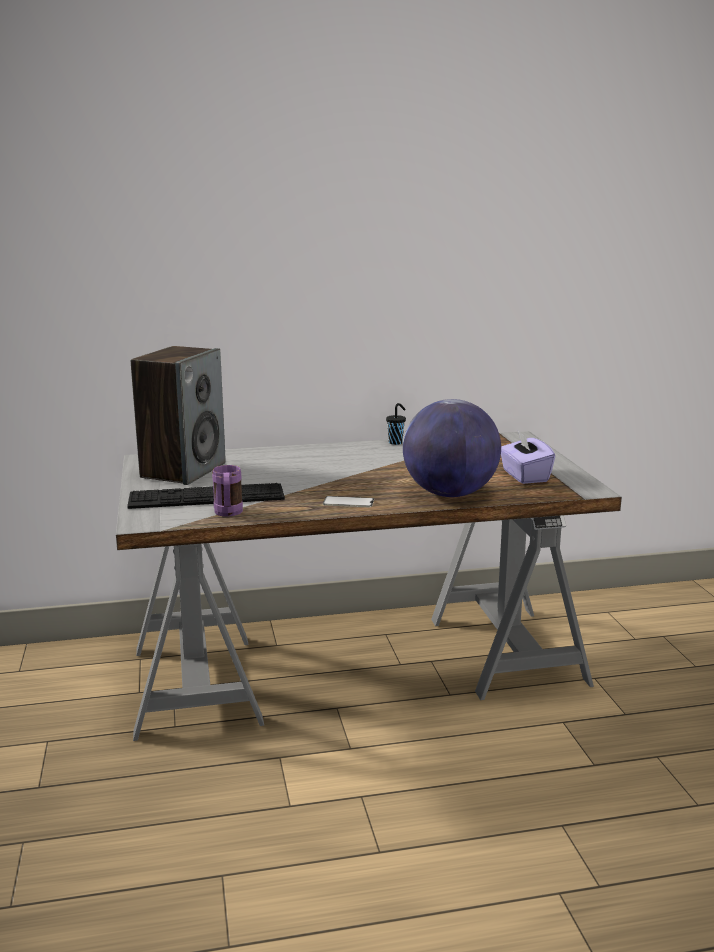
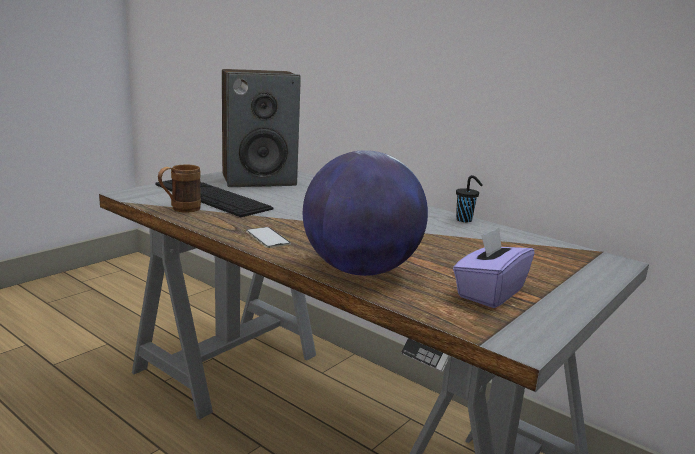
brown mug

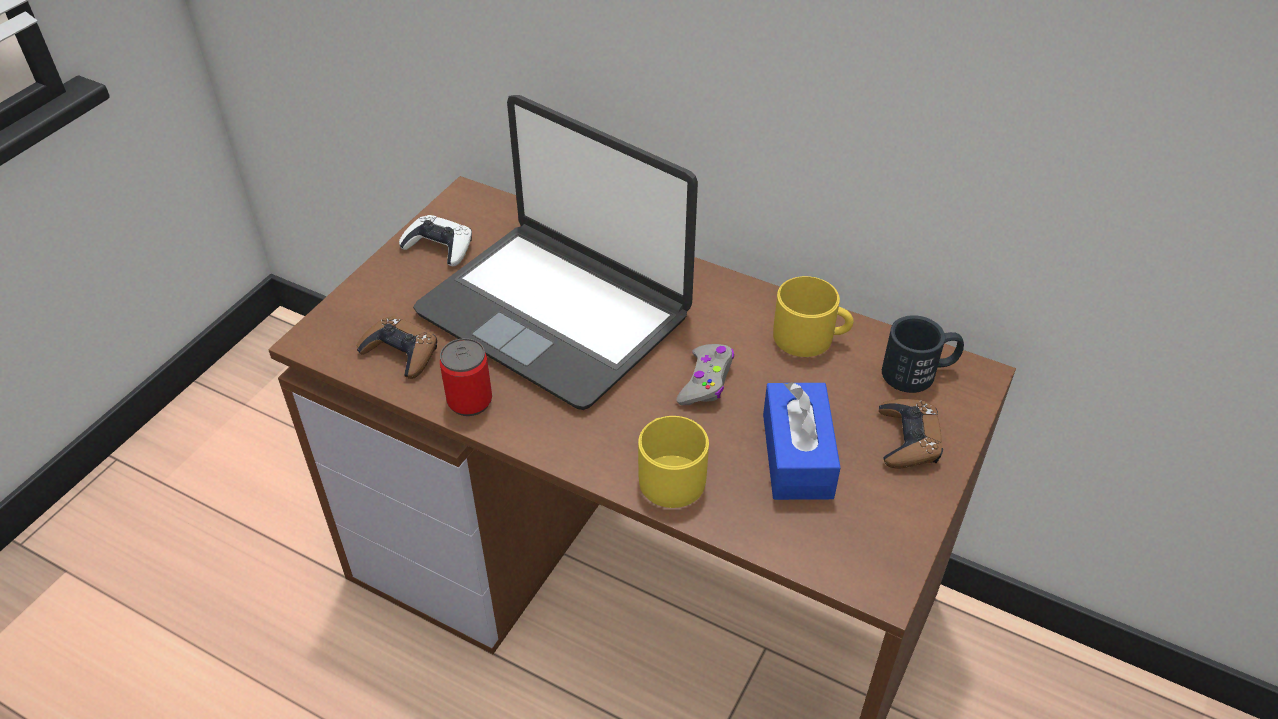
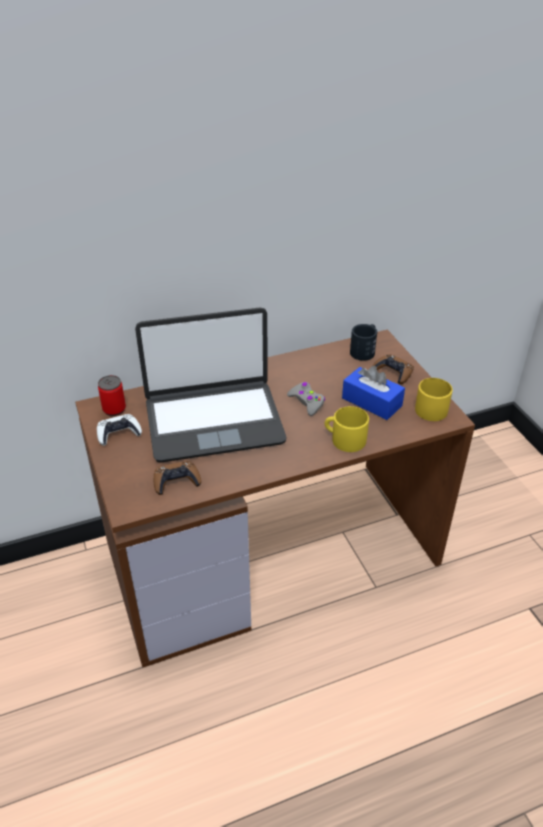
sealed can
yellowish mug (no. 2 from left)

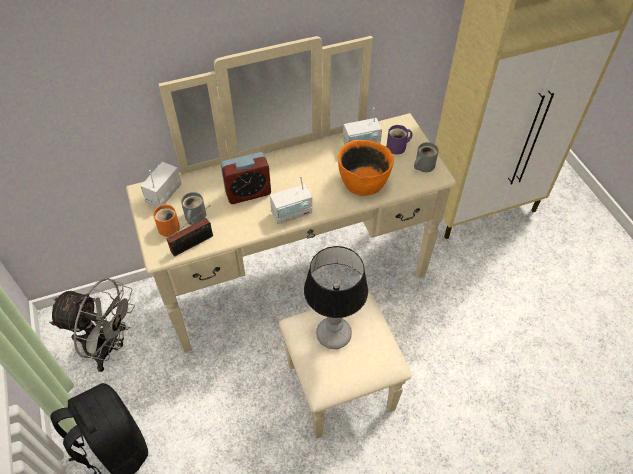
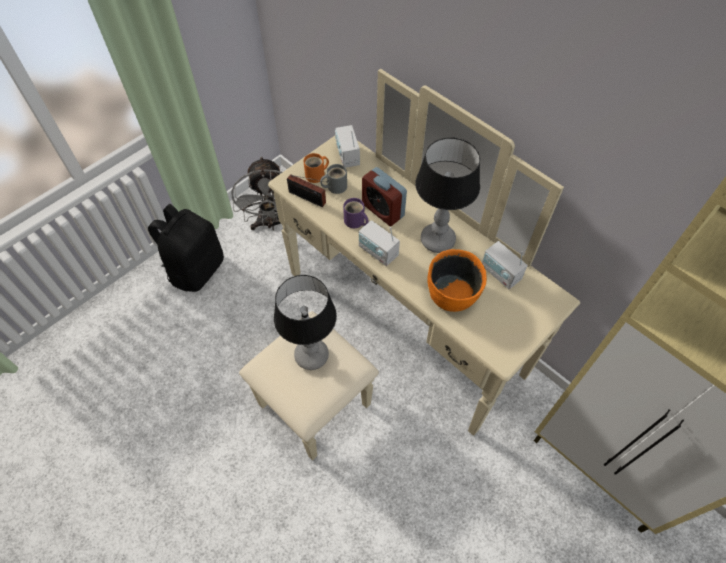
greyish mug (no. 2 from left in the first image)
lamp for a table (no. 2 from left)
purple mug
radio receiver (no. 2 from left)

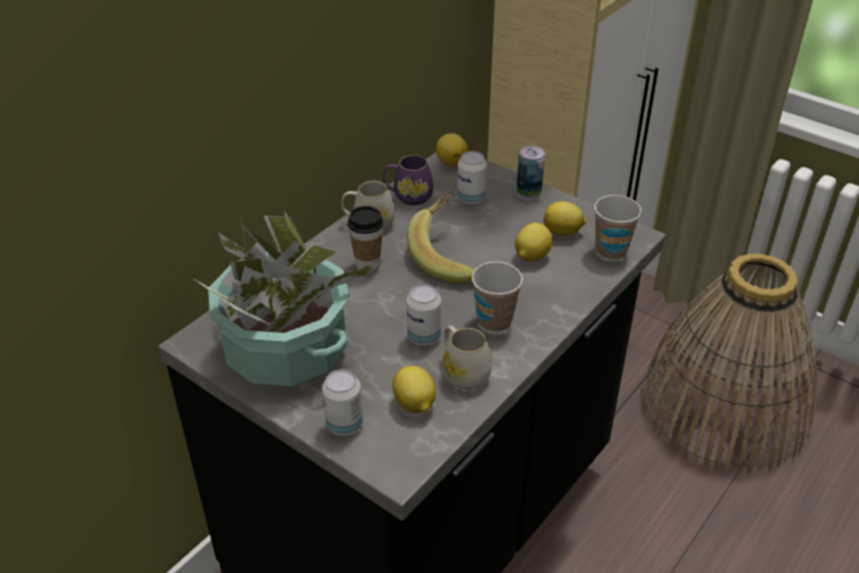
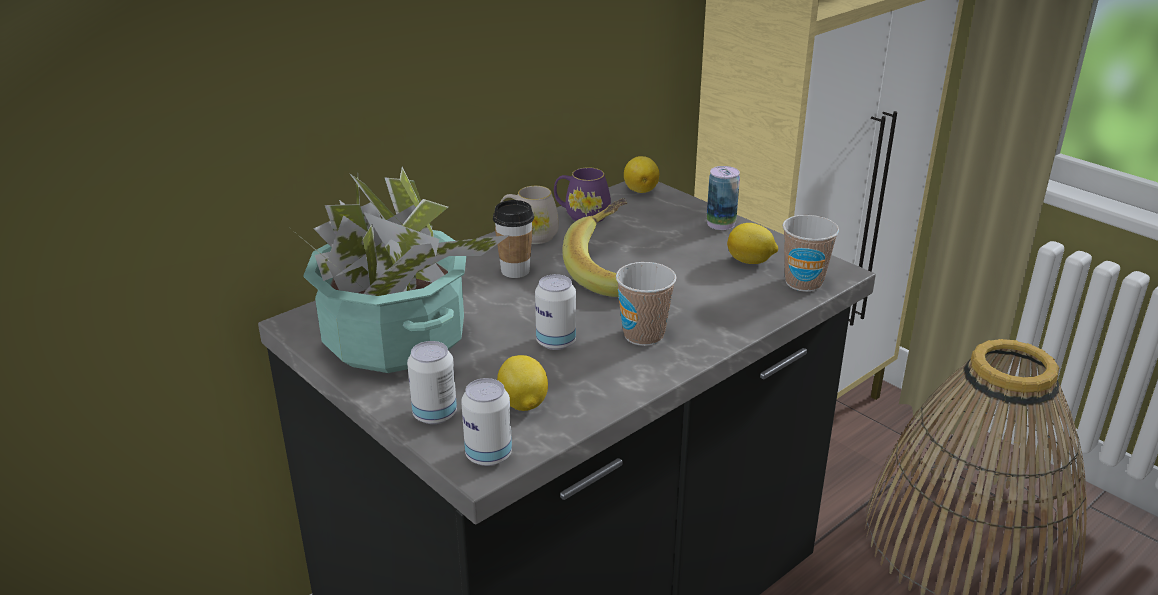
whitish mug (no. 2 from left in the first image)
citrus fruit (no. 3 from left in the first image)
sealed can (no. 2 from left)

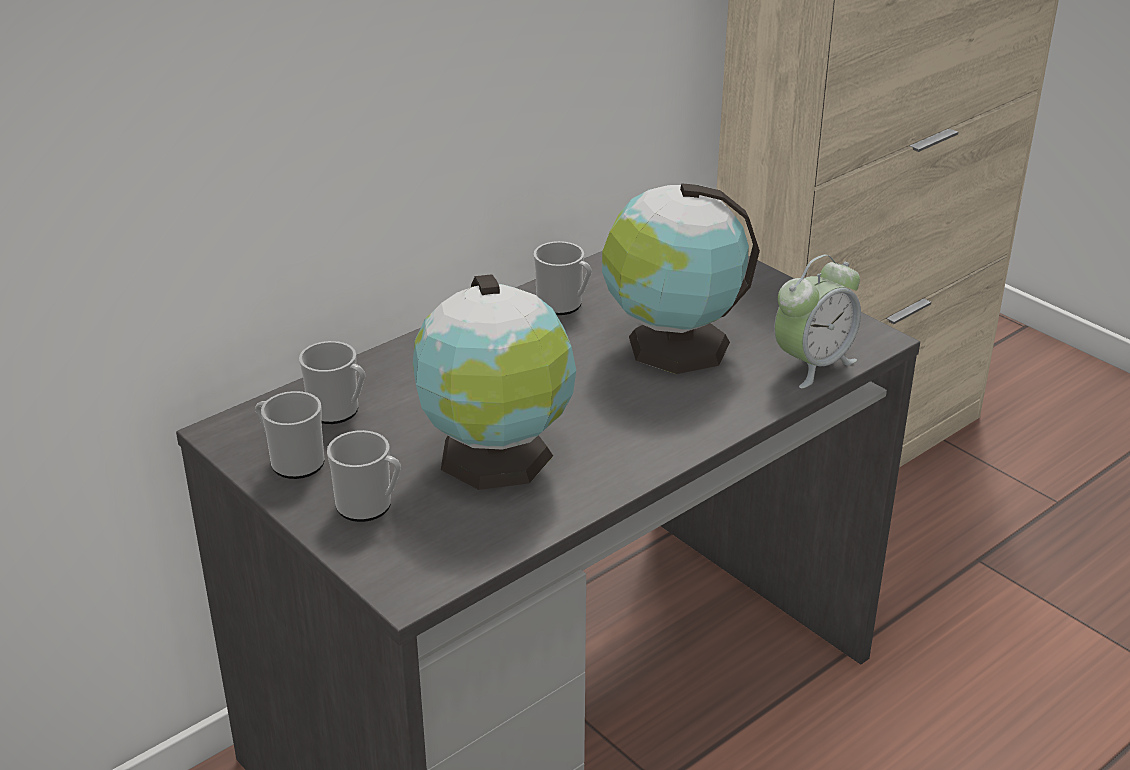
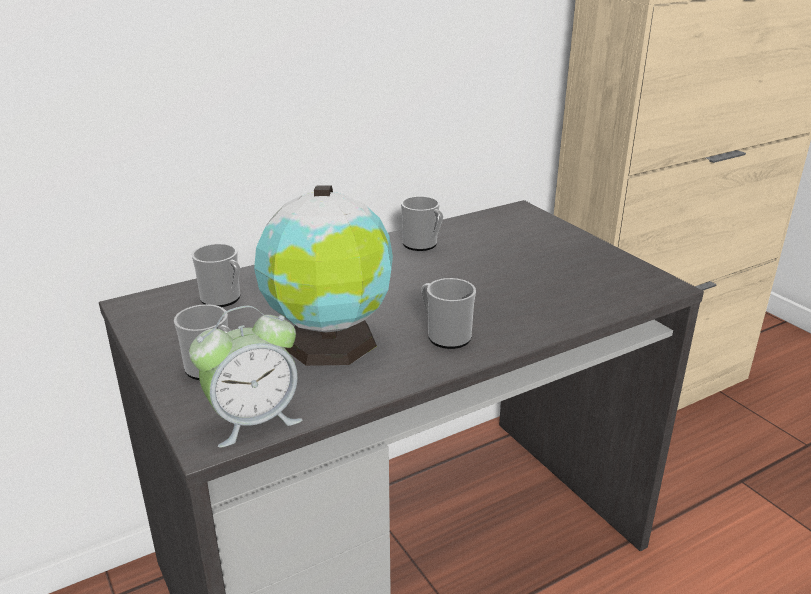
globe (no. 2 from left in the first image)
mug (no. 4 from left)
table clock

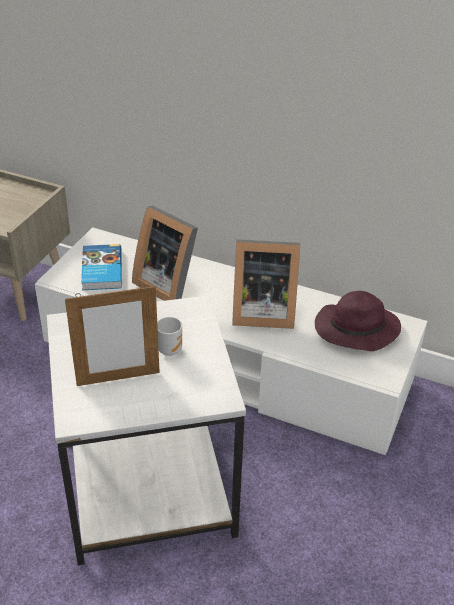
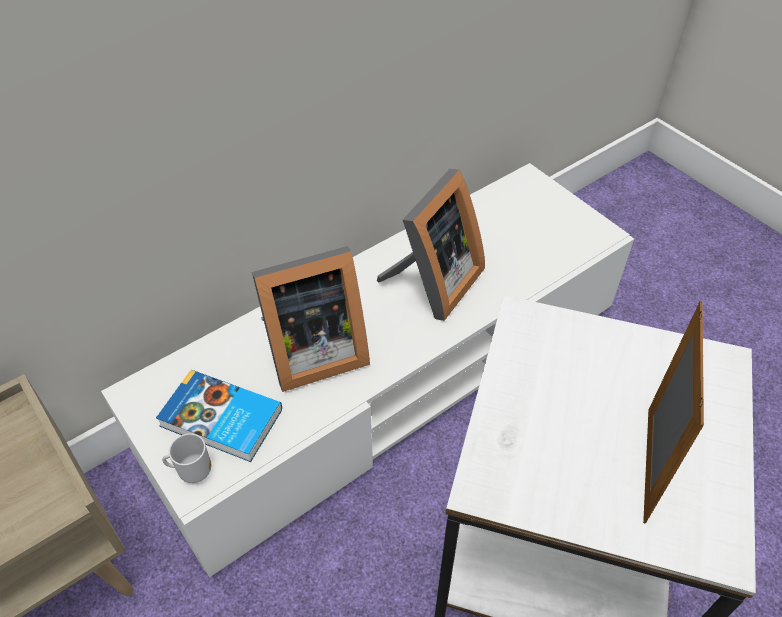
purple wearable hat
mug

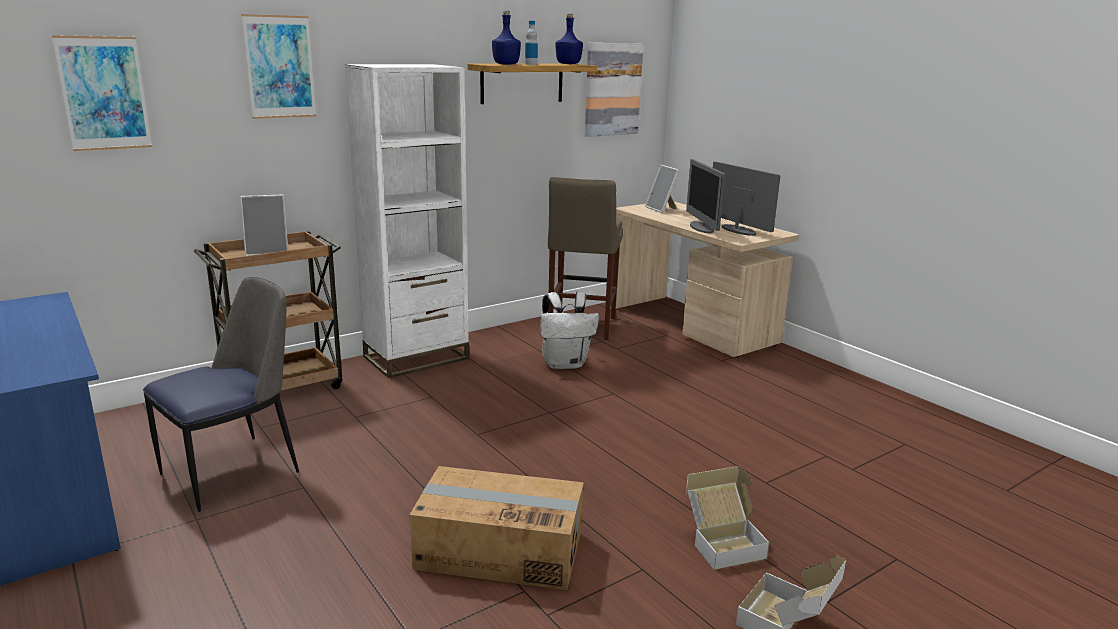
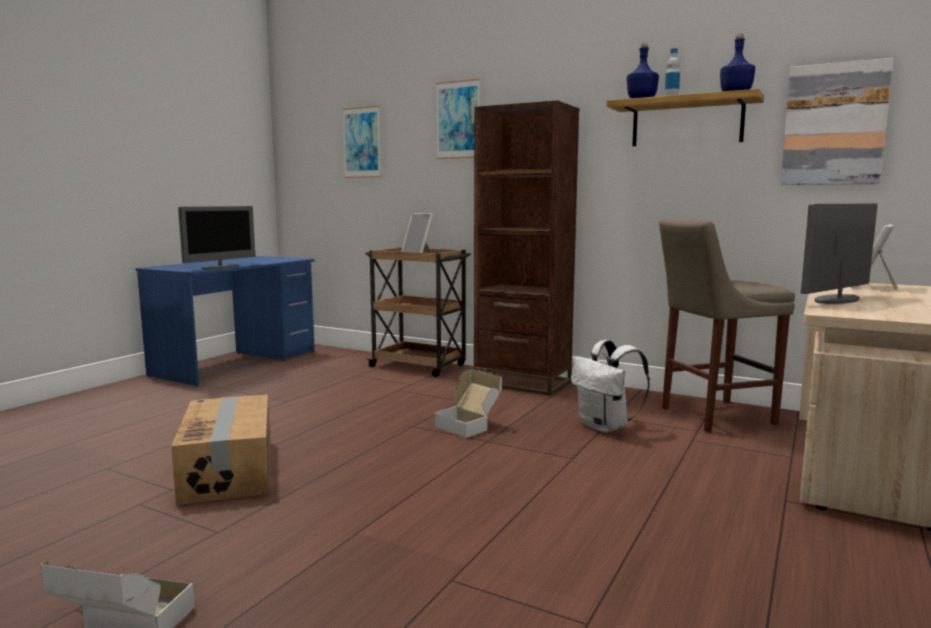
plain chair
packing box (no. 3 from left)
computer display (no. 1 from left)
brown shelving unit

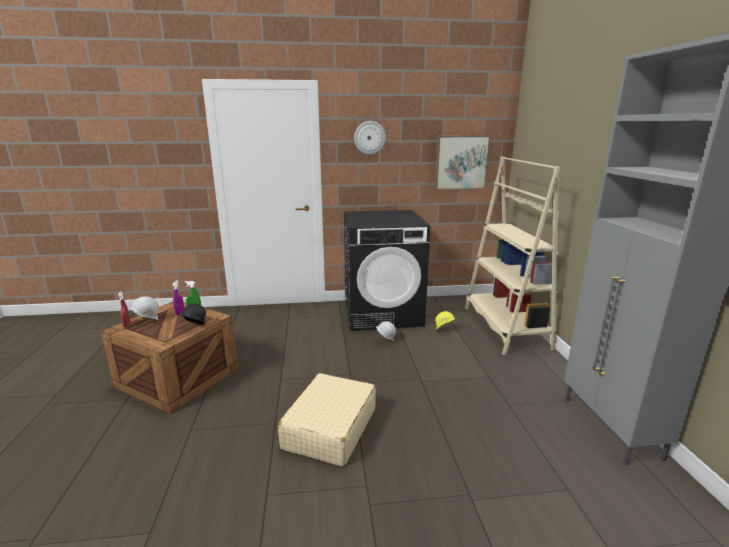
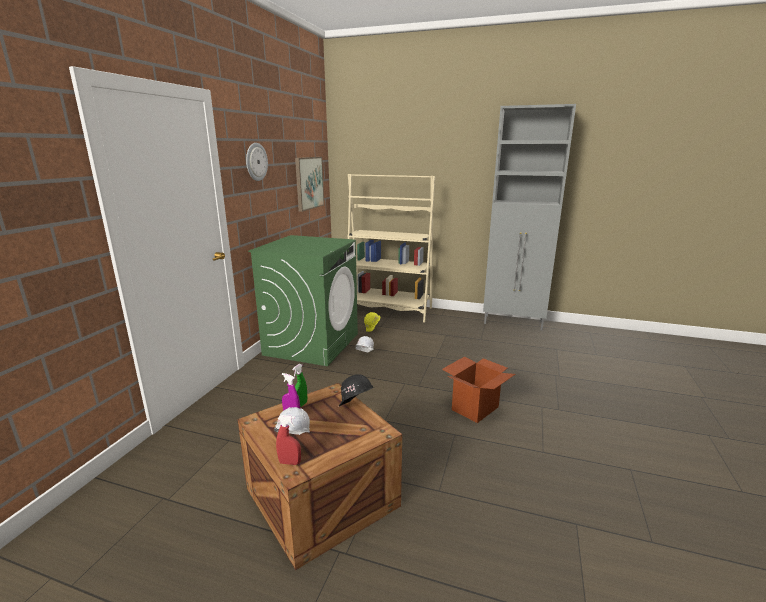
packing box
green-coloured laundry machine

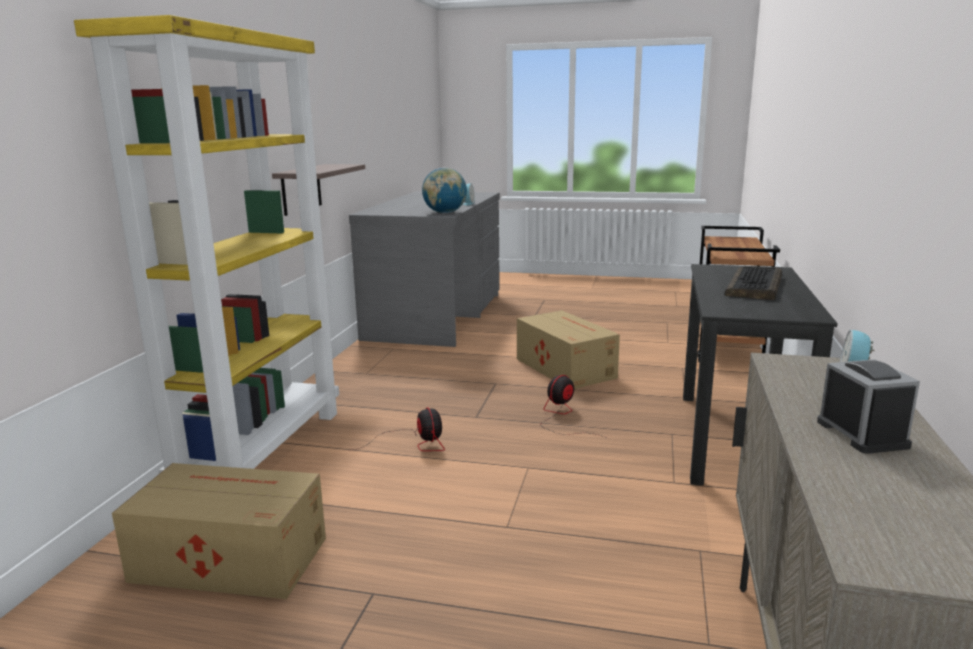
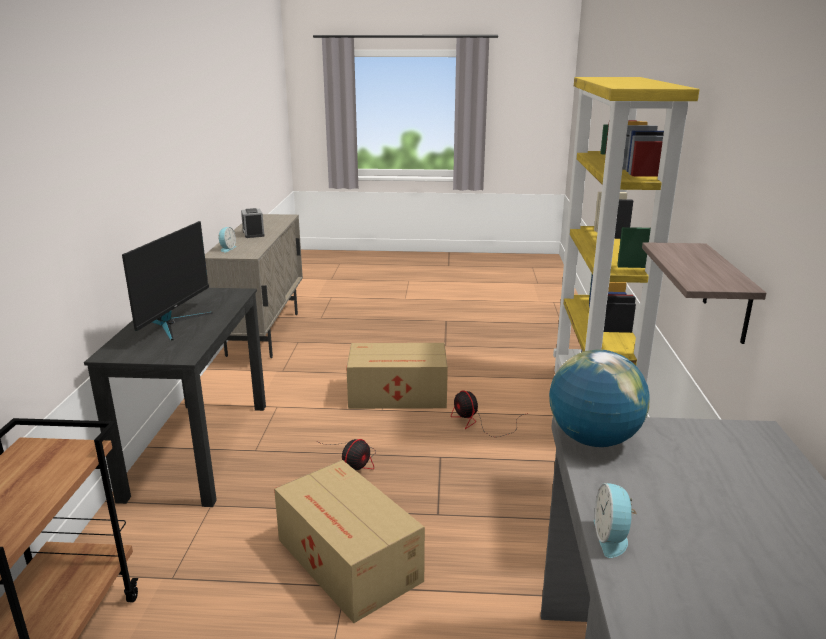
packing box (no. 2 from left)
computer display

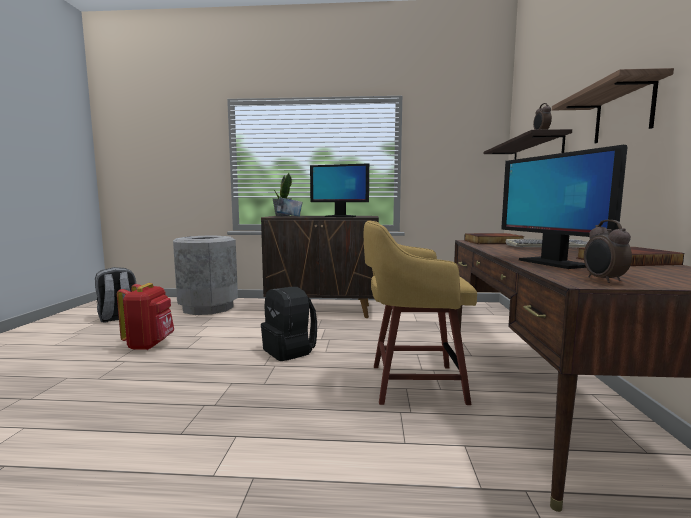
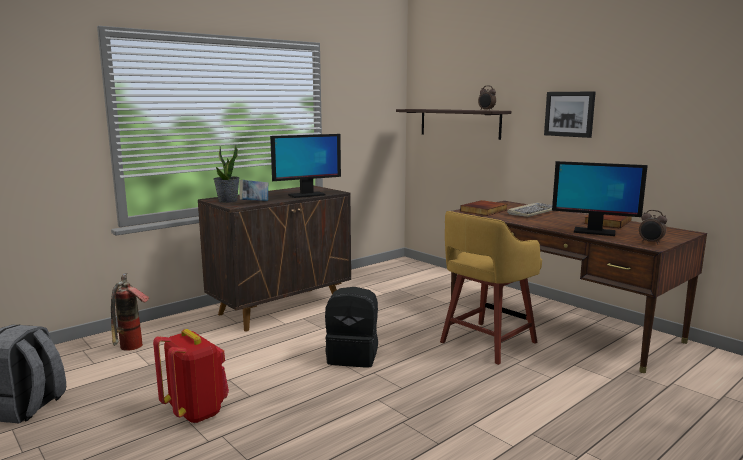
fire extinguisher
wall art

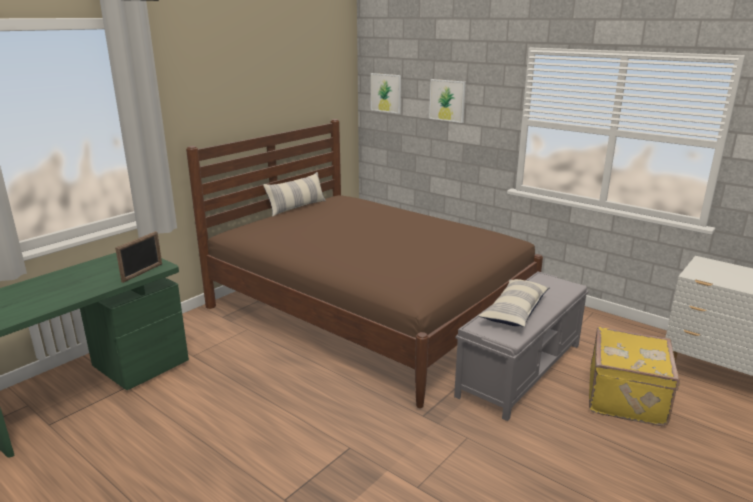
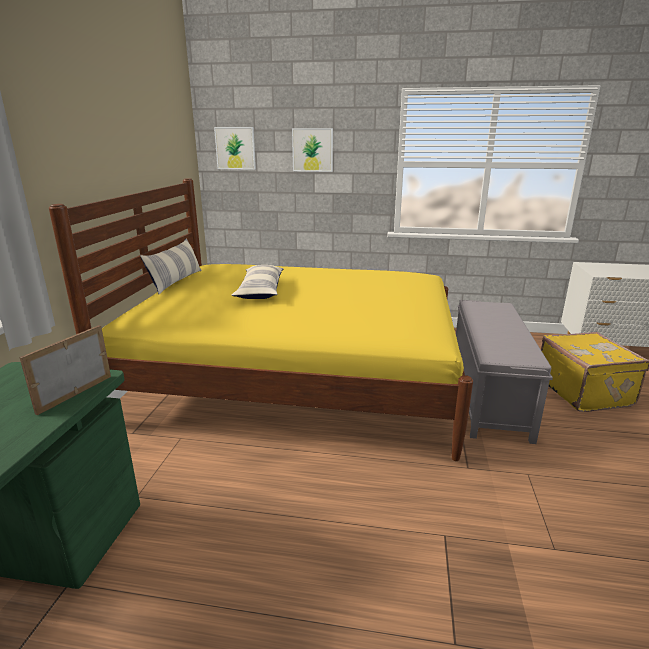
cushion (no. 2 from left)
yellowish bed
photo frame

